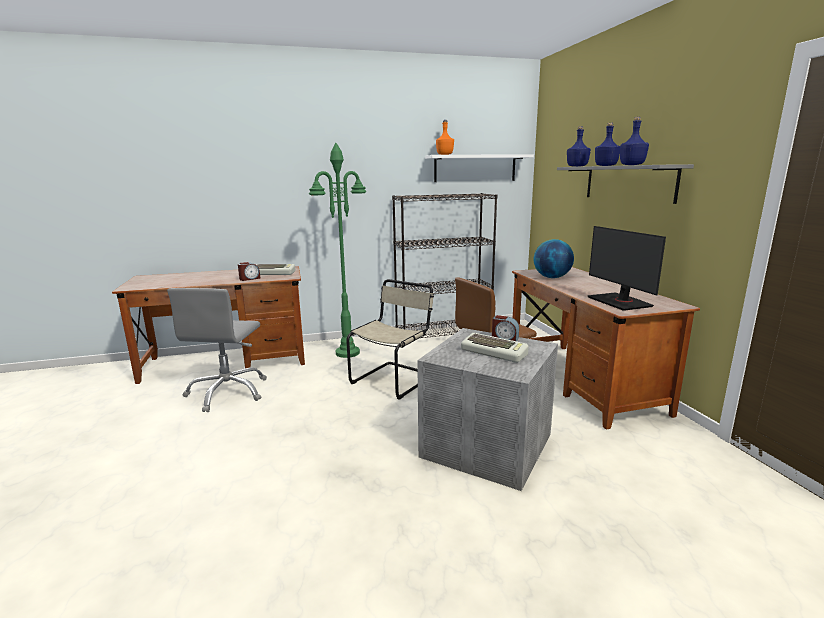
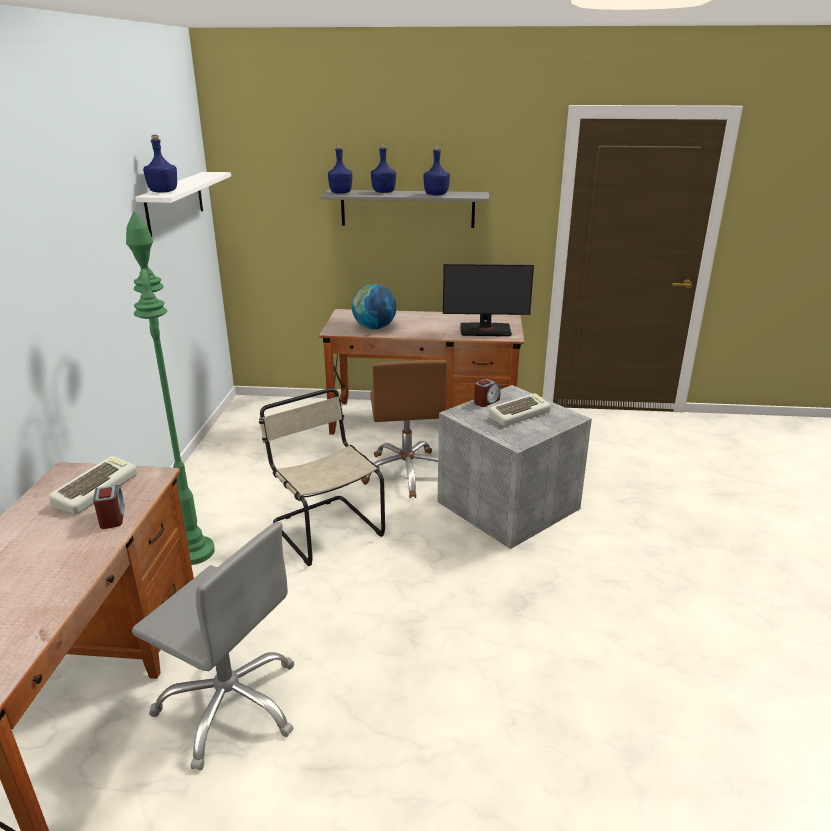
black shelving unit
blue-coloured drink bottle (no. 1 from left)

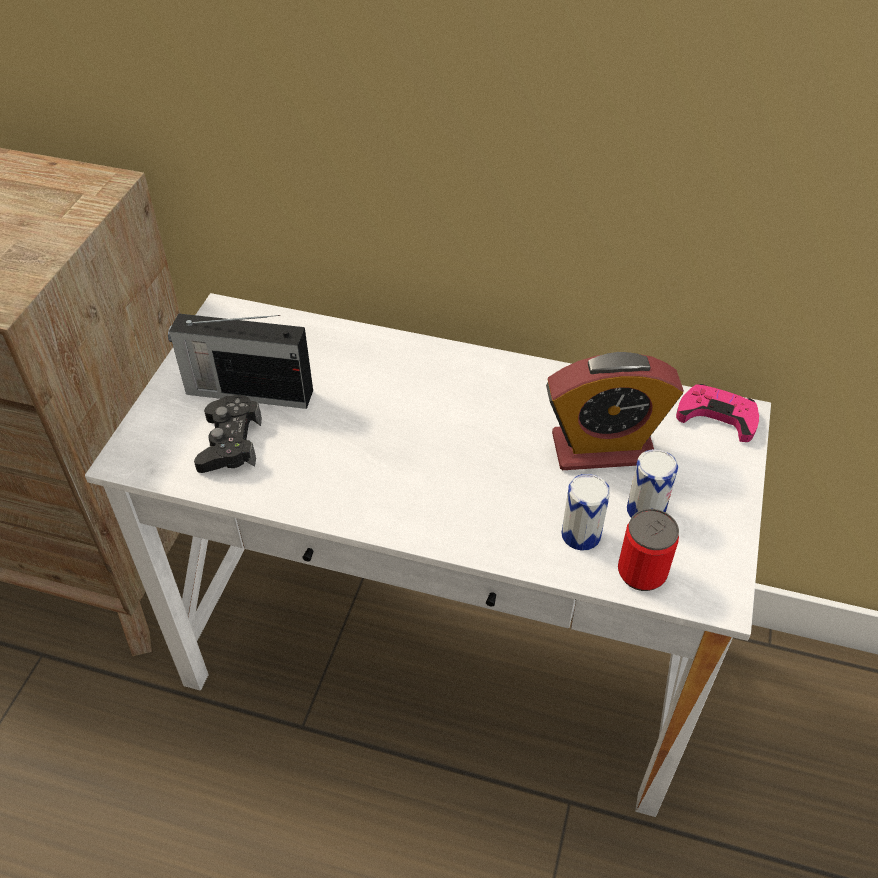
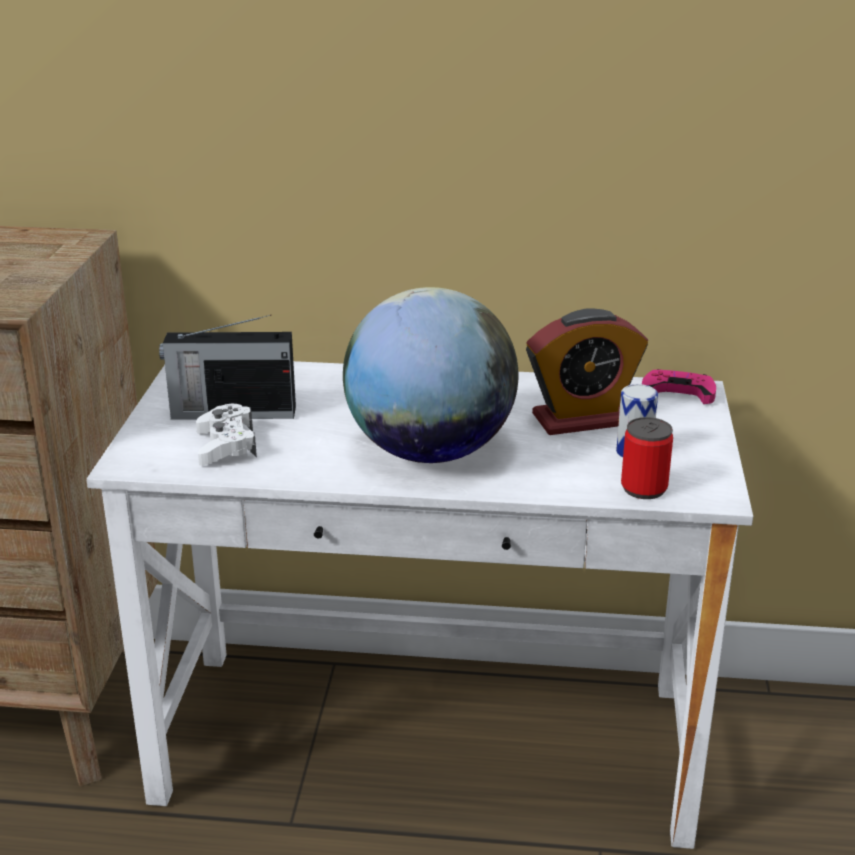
sealed can (no. 1 from left in the first image)
globe
whitish game controller

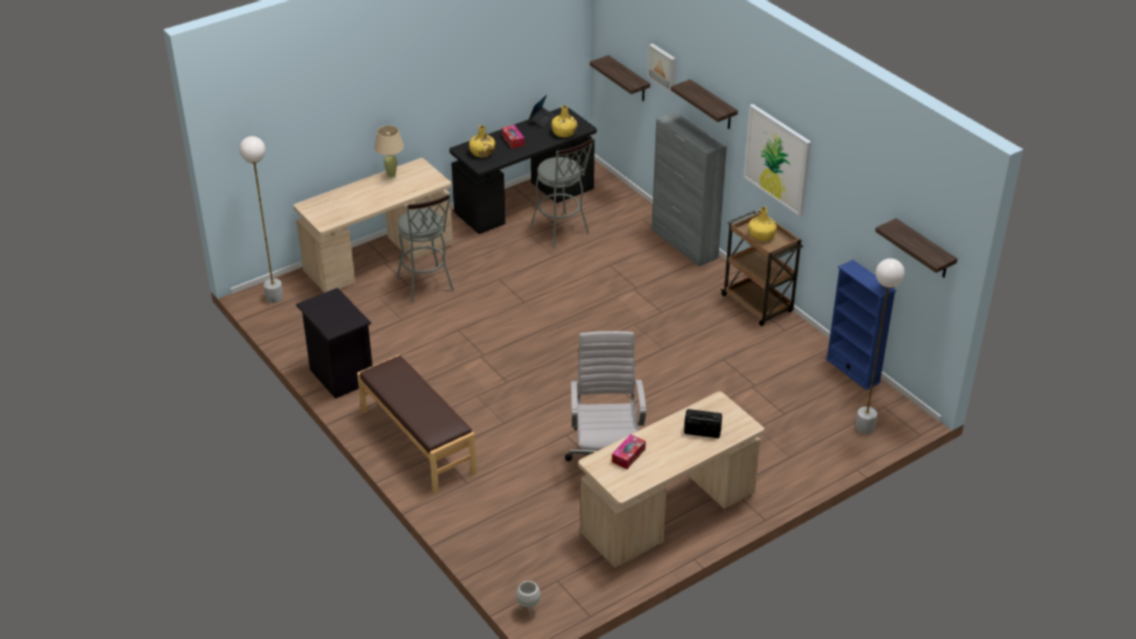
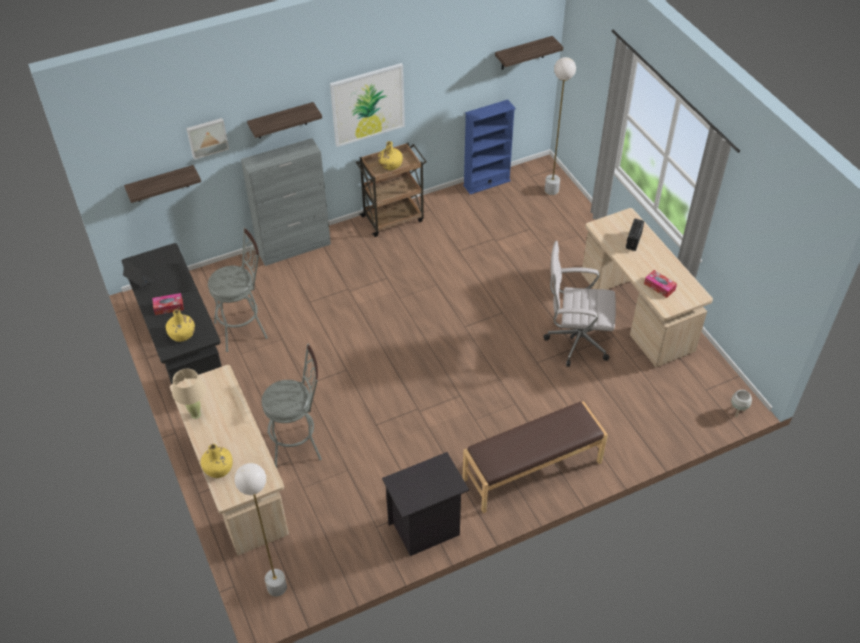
yellowish drink bottle (no. 2 from left)

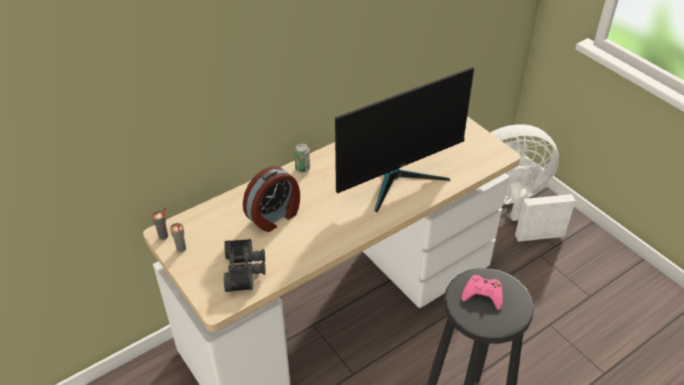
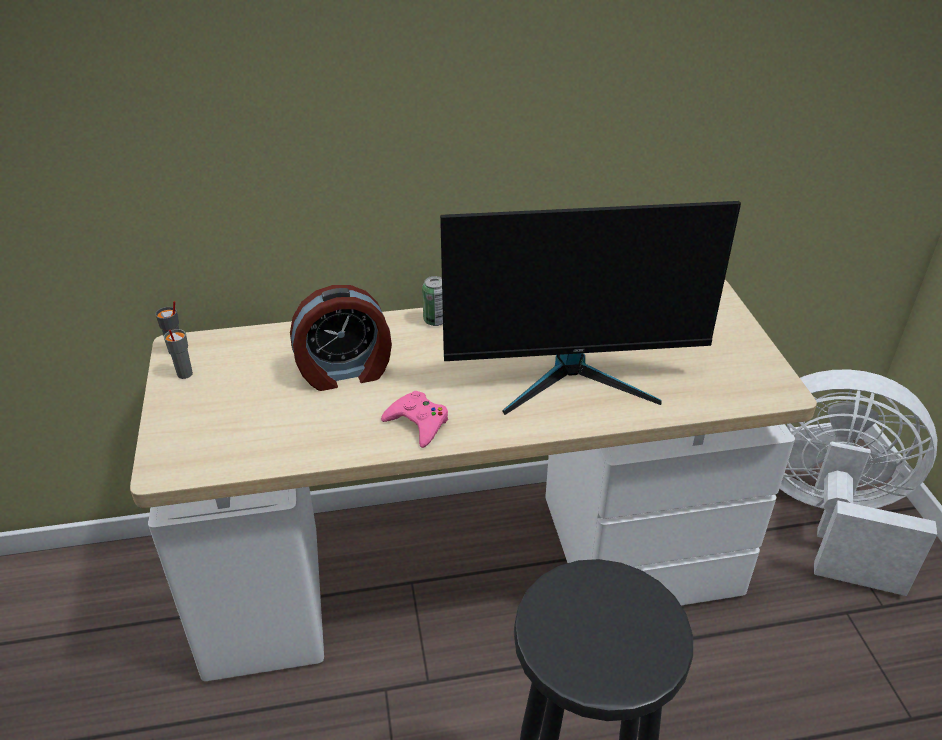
black field glasses
pink-coloured game controller

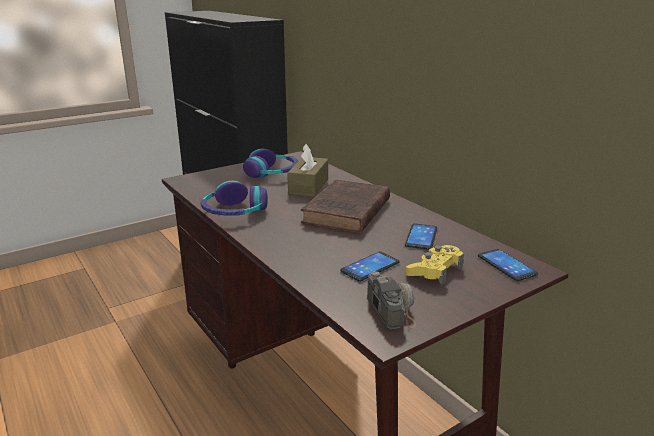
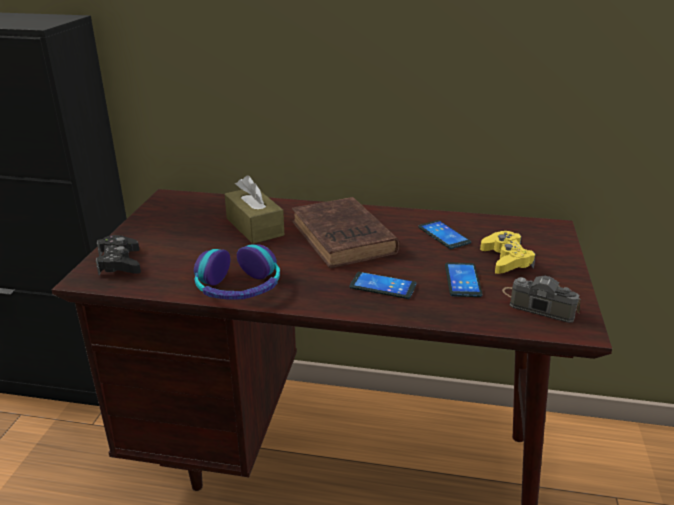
pair of headphones (no. 2 from left in the first image)
black game controller
handset (no. 1 from left)

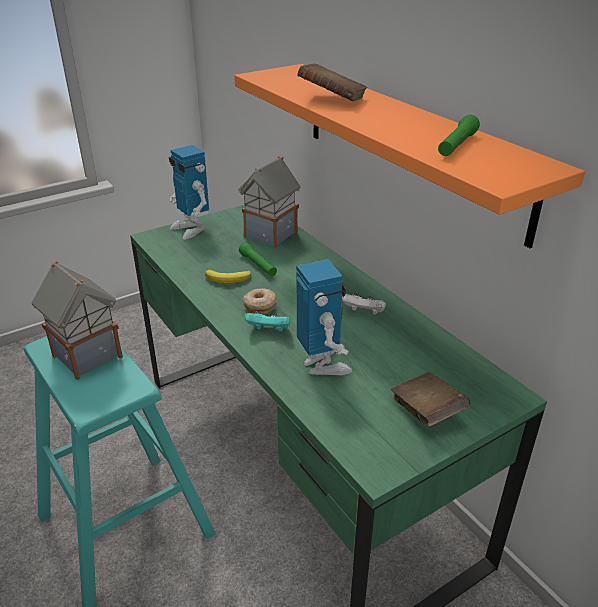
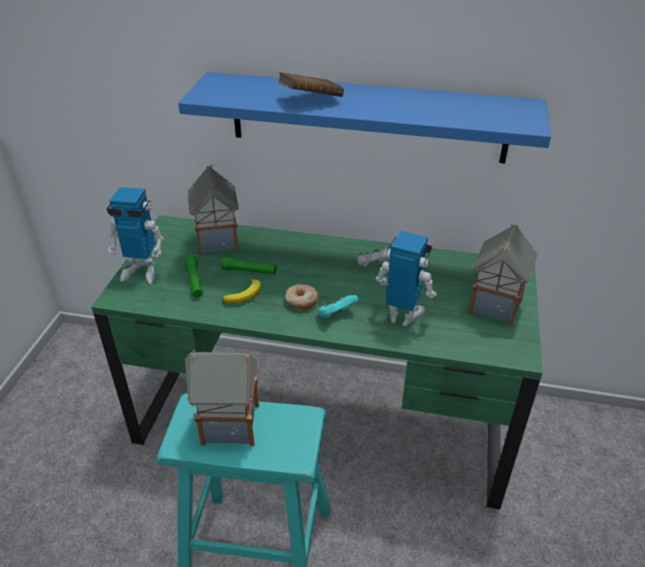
green-coloured flashlight (no. 1 from left)
miniature house (no. 3 from left)
blue-coloured bracket shelf

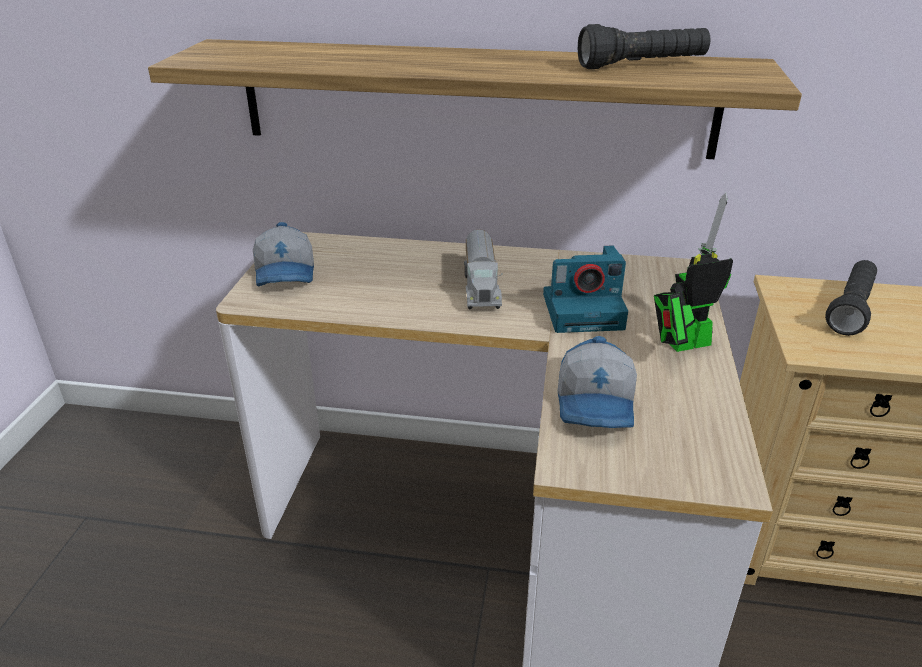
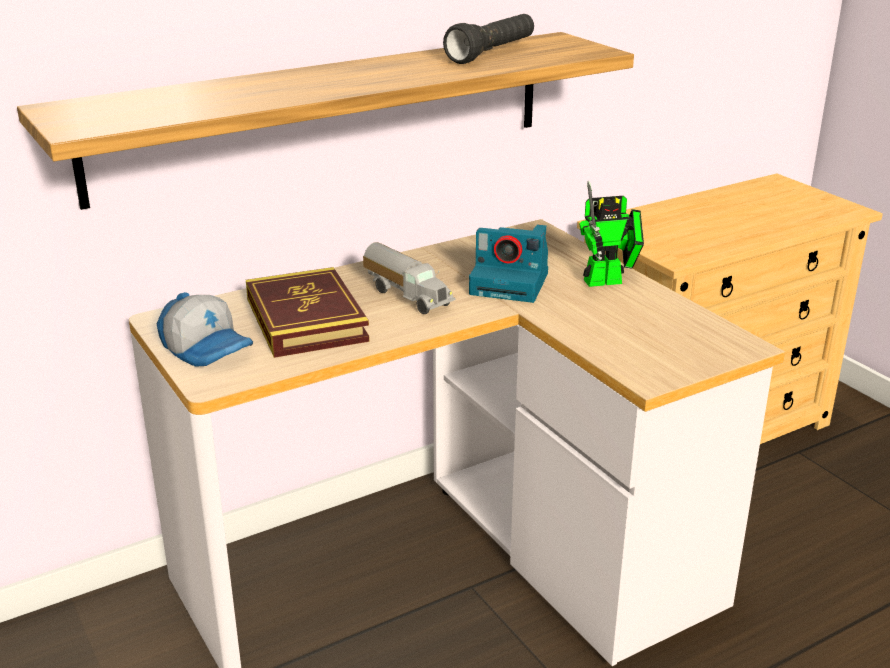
peaked cap (no. 2 from left in the first image)
black flashlight (no. 2 from left in the first image)
book
still camera
toy robot

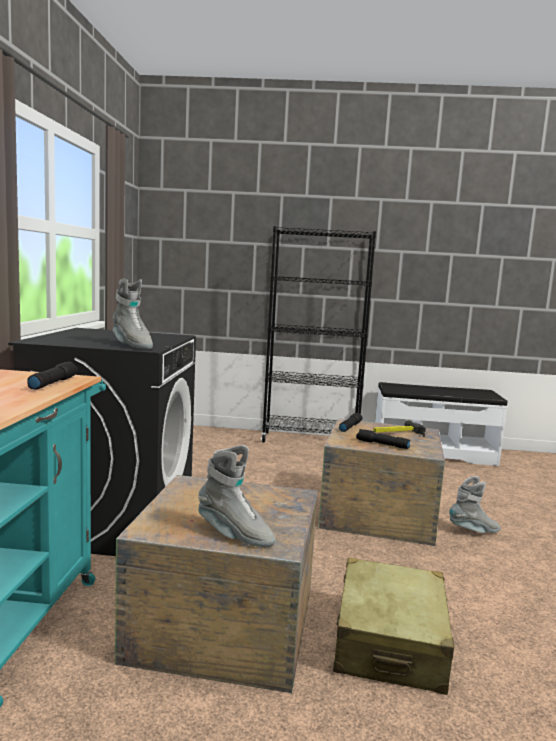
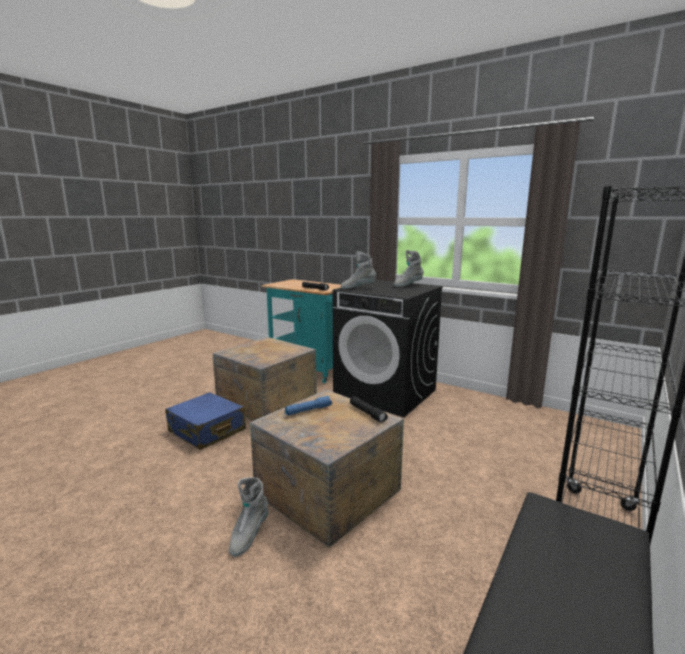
hammer
greyish high-top boot (no. 3 from left)
blue-coloured piece of luggage
blue-coloured flashlight

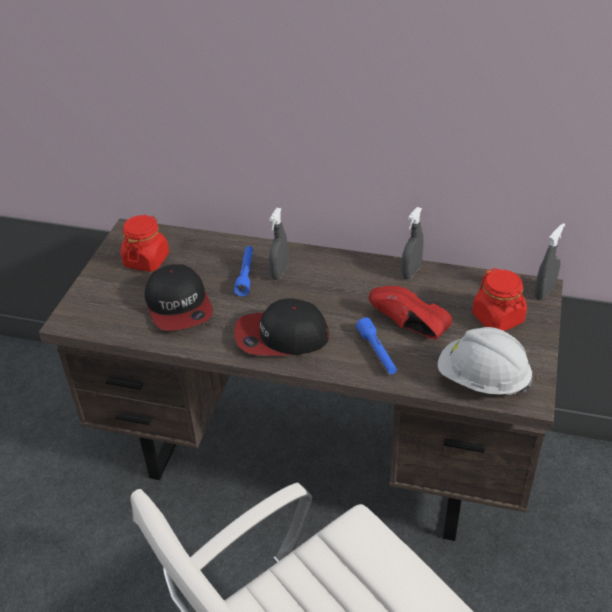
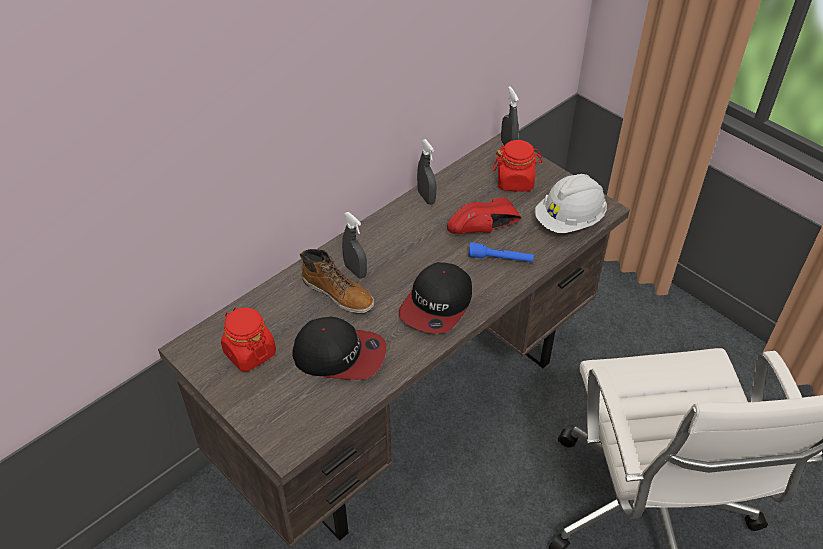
high-top boot

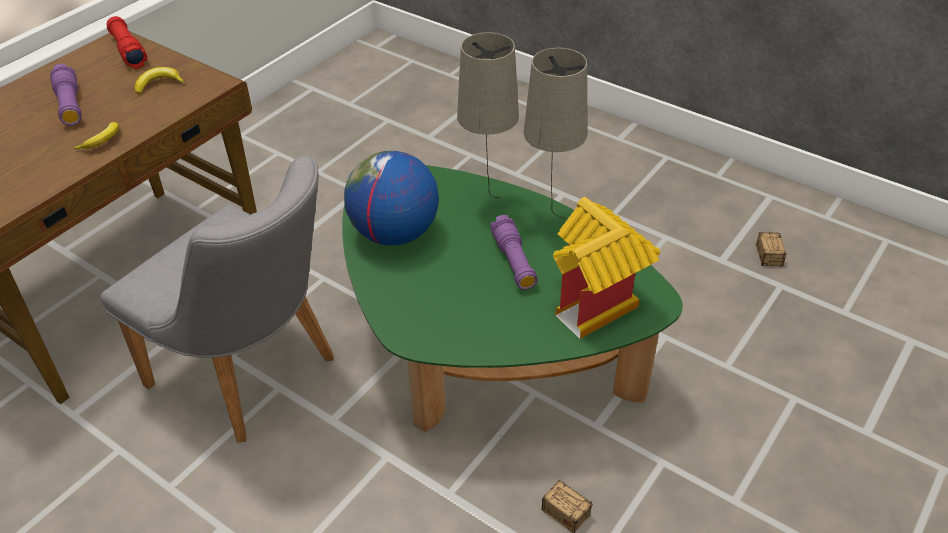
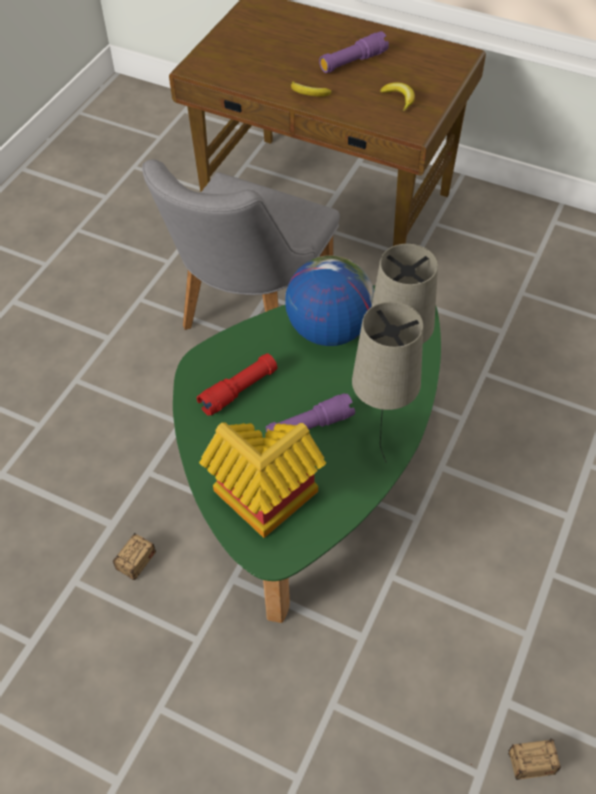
red flashlight

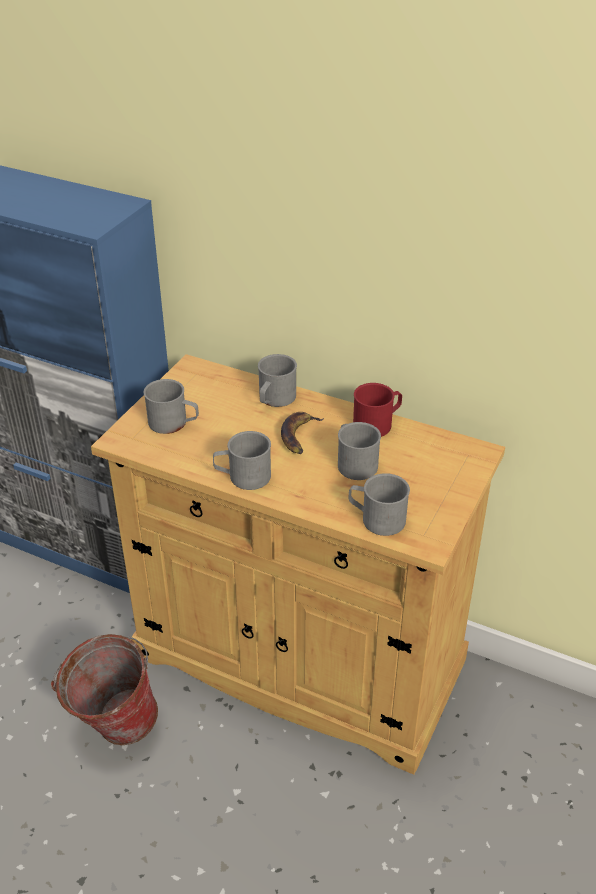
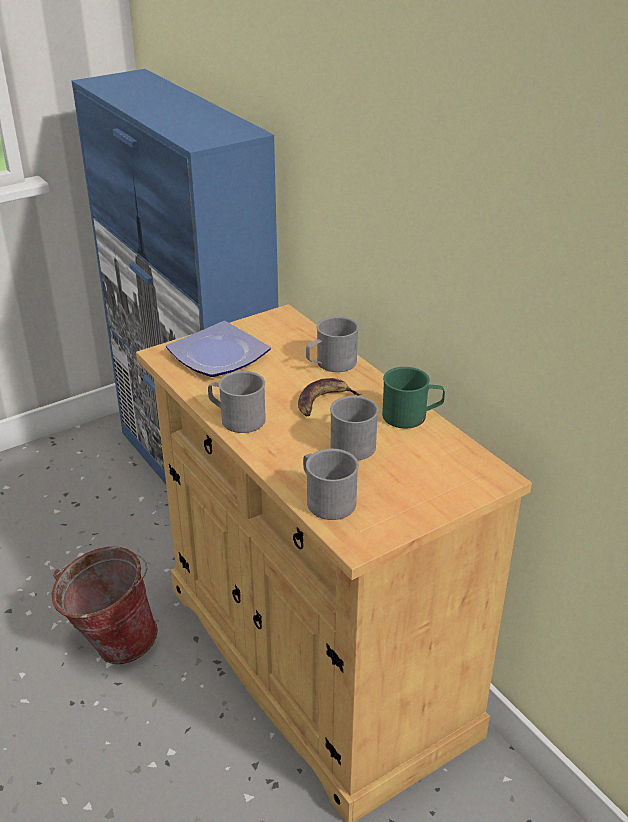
dinner plate
green-coloured mug

